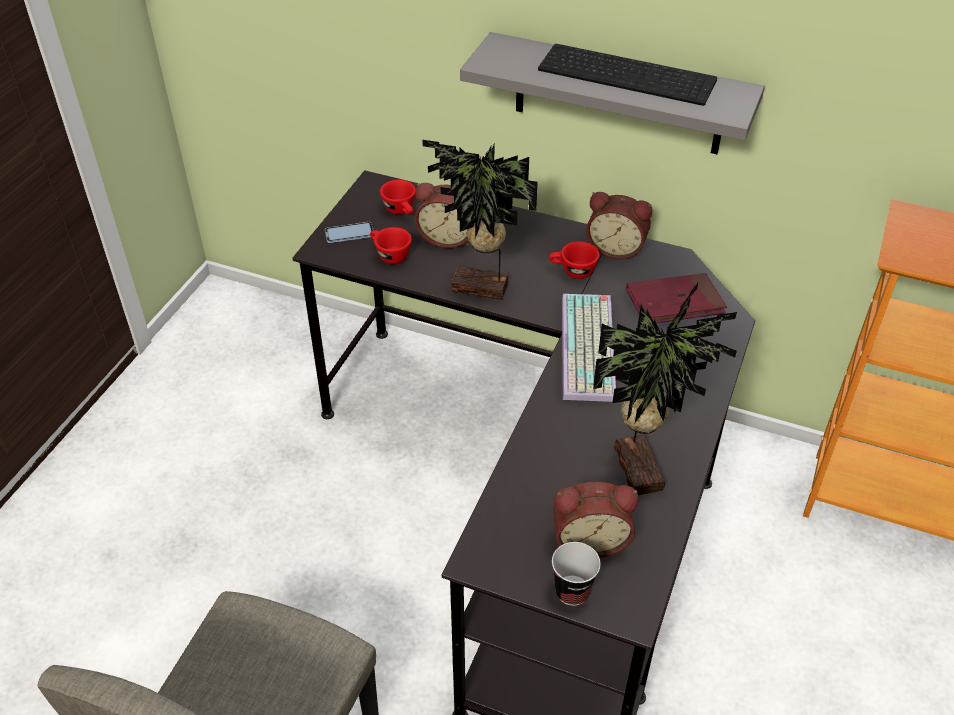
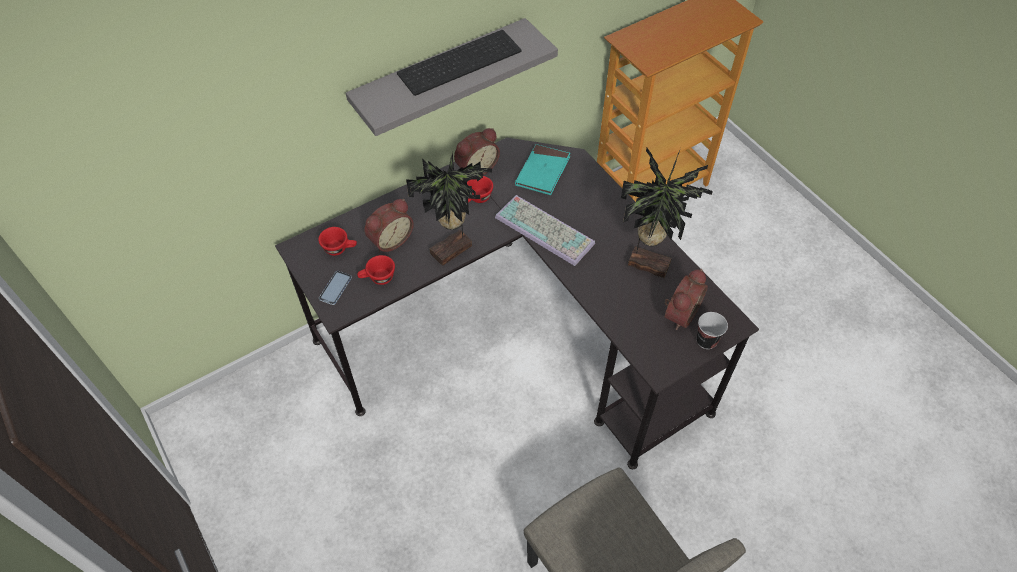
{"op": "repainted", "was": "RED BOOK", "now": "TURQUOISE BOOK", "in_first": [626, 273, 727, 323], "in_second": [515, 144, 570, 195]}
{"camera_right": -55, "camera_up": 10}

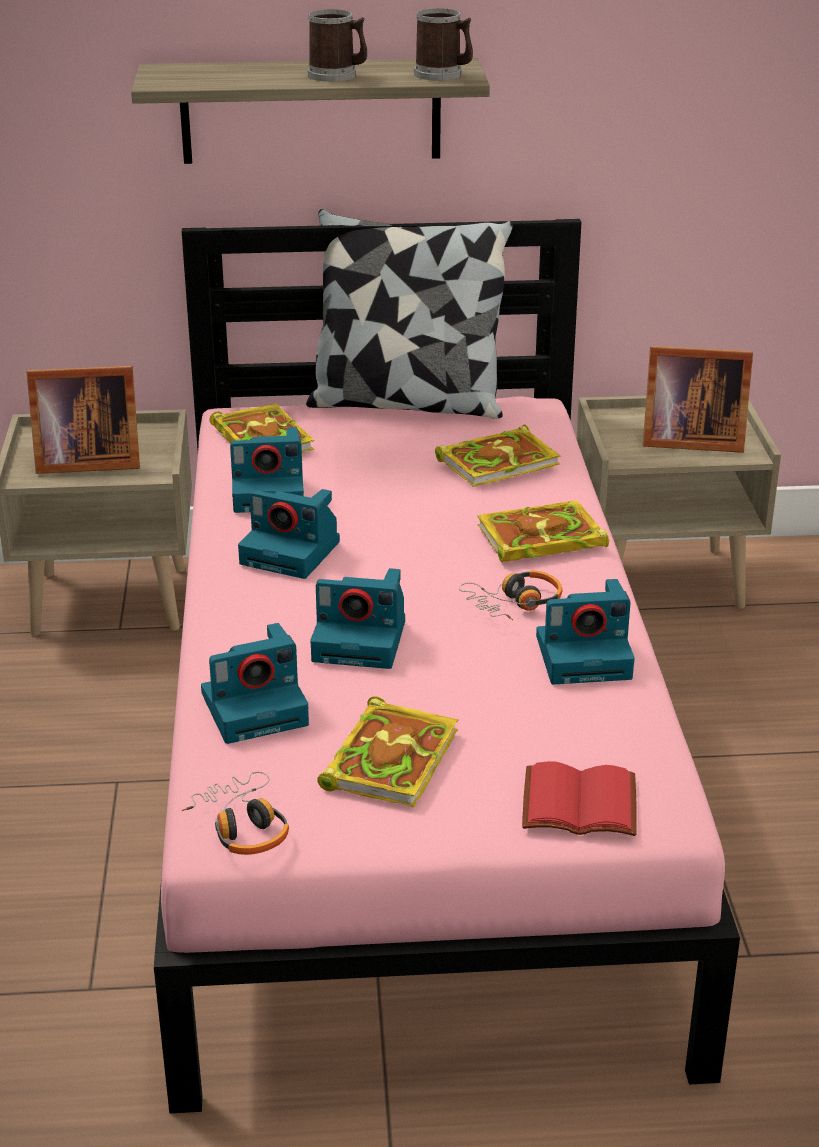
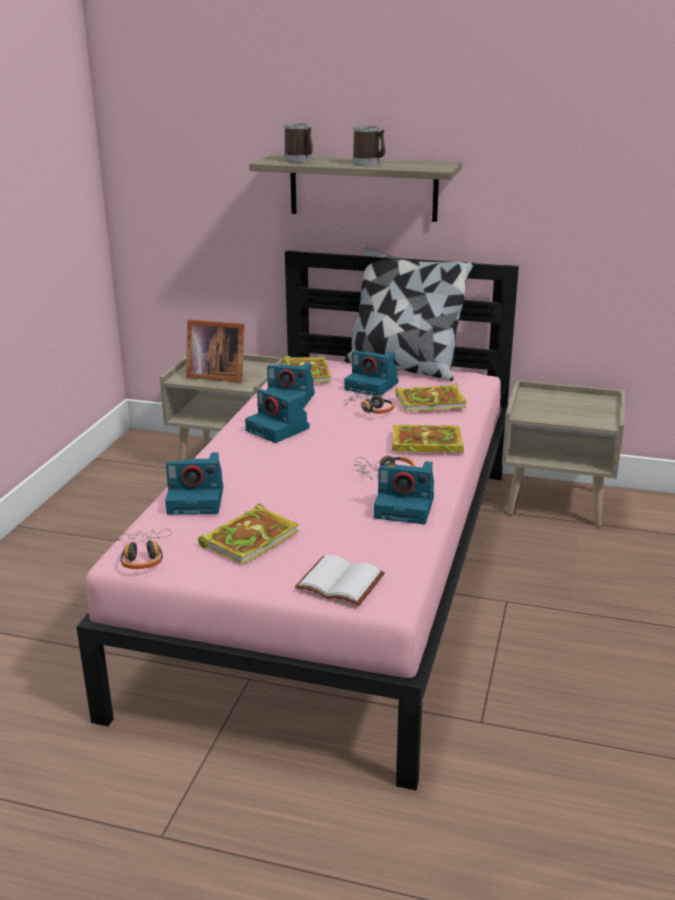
{"op": "shifted", "was": "PHOTO CAMERA", "in_first": [310, 568, 405, 669], "in_second": [345, 351, 398, 396]}
{"op": "shifted", "was": "MUG", "in_first": [414, 8, 473, 81], "in_second": [284, 123, 313, 163]}
{"op": "repainted", "was": "RED BOOK", "now": "WHITE BOOK", "in_first": [522, 761, 637, 836], "in_second": [295, 555, 385, 606]}
{"op": "gone", "was": "PICTURE FRAME", "in_first": [643, 346, 753, 453]}
{"op": "new", "now": "HEADPHONES", "in_second": [344, 391, 395, 414]}
{"camera_right": 20, "camera_up": -5}

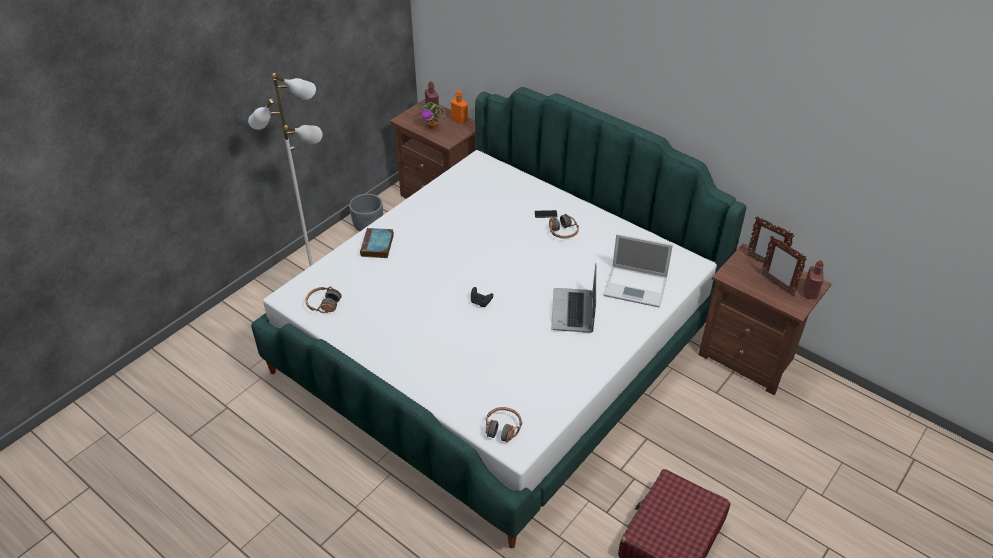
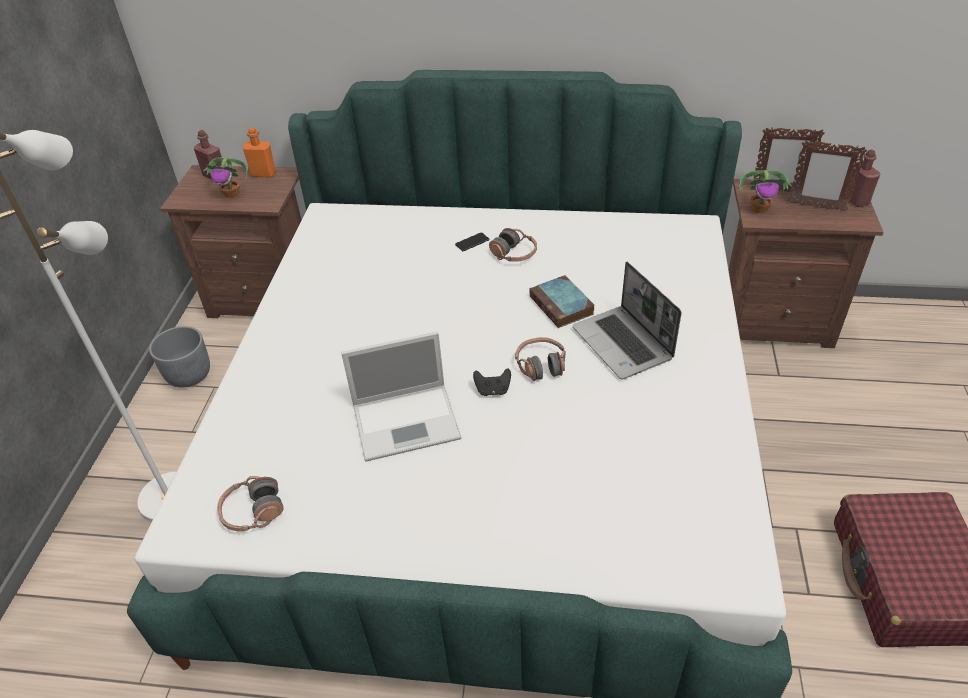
{"op": "shifted", "was": "BOOK", "in_first": [360, 228, 394, 258], "in_second": [529, 275, 594, 328]}
{"op": "shifted", "was": "HEADPHONES", "in_first": [486, 407, 522, 442], "in_second": [515, 337, 566, 381]}
{"op": "shifted", "was": "LAPTOP", "in_first": [604, 234, 673, 308], "in_second": [341, 332, 462, 462]}
{"op": "new", "now": "POTTED PLANT", "in_second": [739, 170, 792, 213]}
{"camera_right": -30, "camera_up": 0}

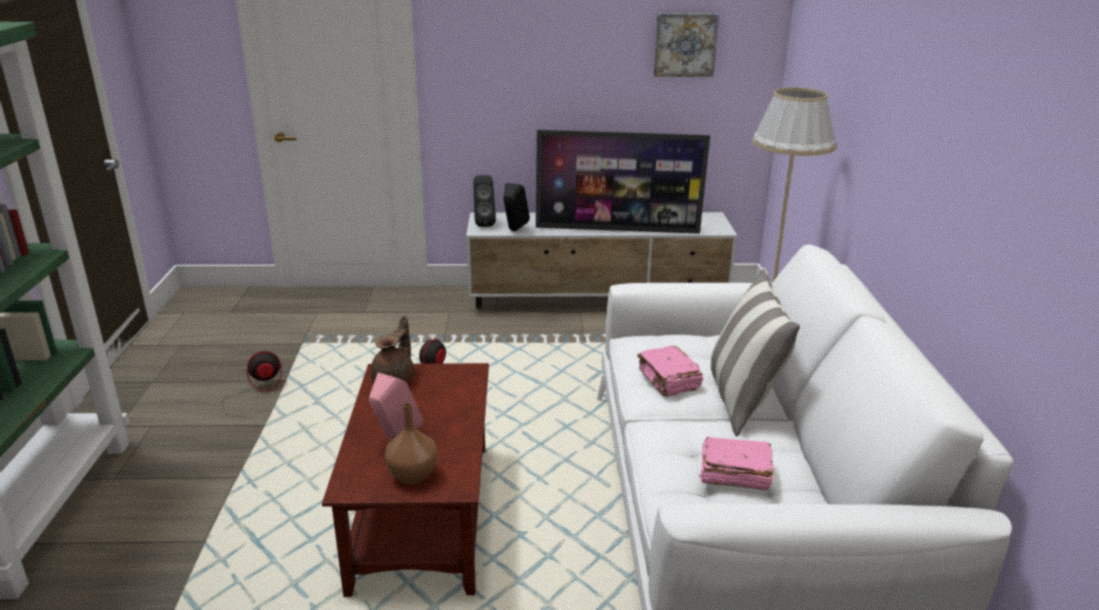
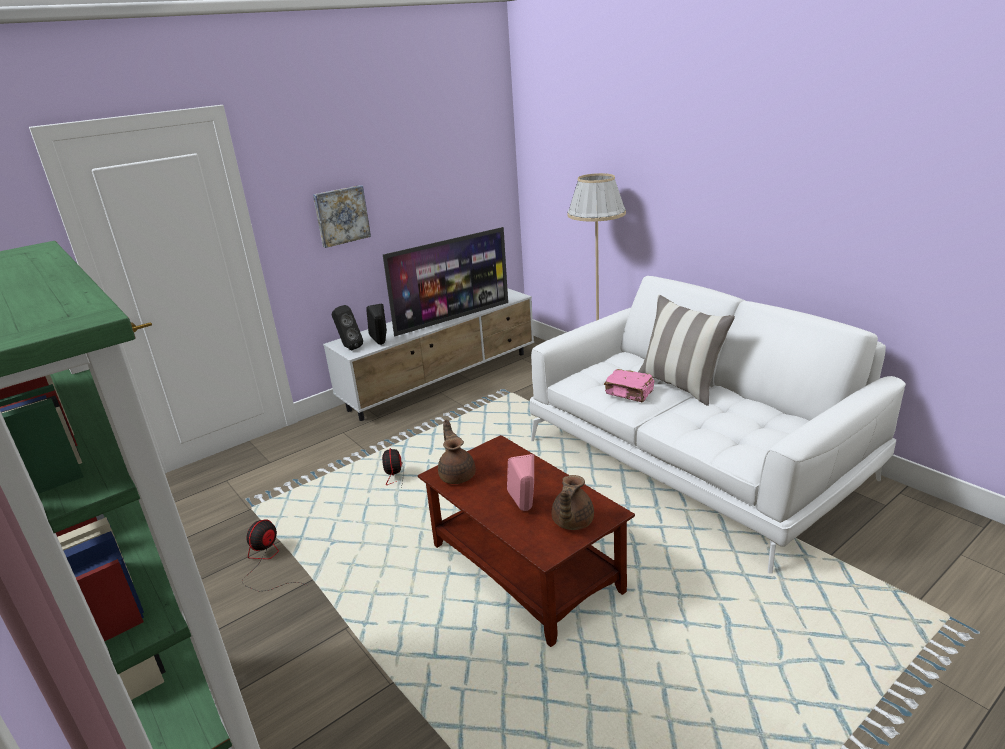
{"op": "swapped", "was": "BROWN VASE", "now": "BROWN TEAPOT", "in_first": [385, 403, 437, 484], "in_second": [551, 475, 594, 530]}
{"op": "shifted", "was": "PICTURE", "in_first": [653, 13, 719, 77], "in_second": [313, 185, 371, 248]}
{"op": "gone", "was": "PINK BOOK", "in_first": [699, 437, 773, 490]}
{"camera_right": -35, "camera_up": 0}

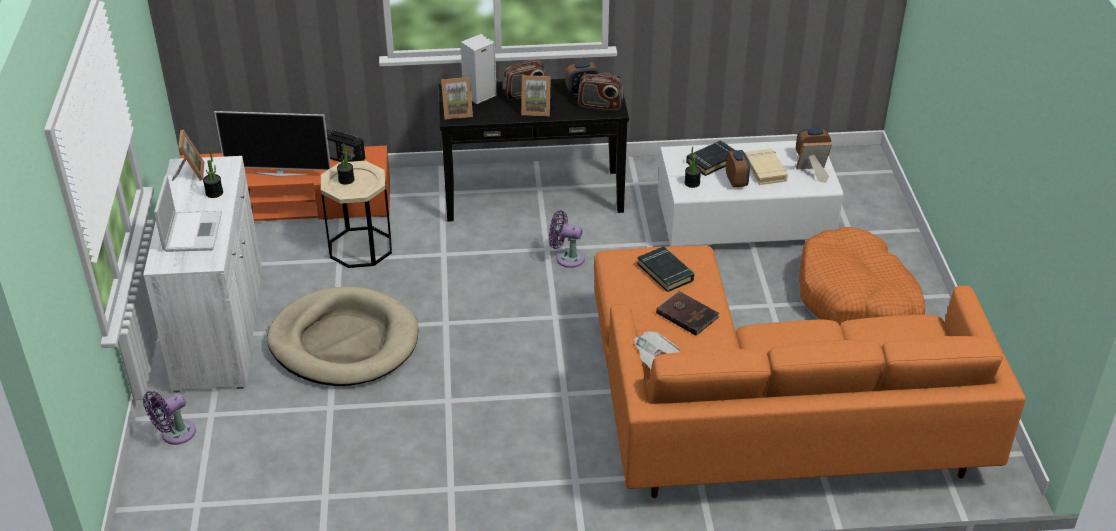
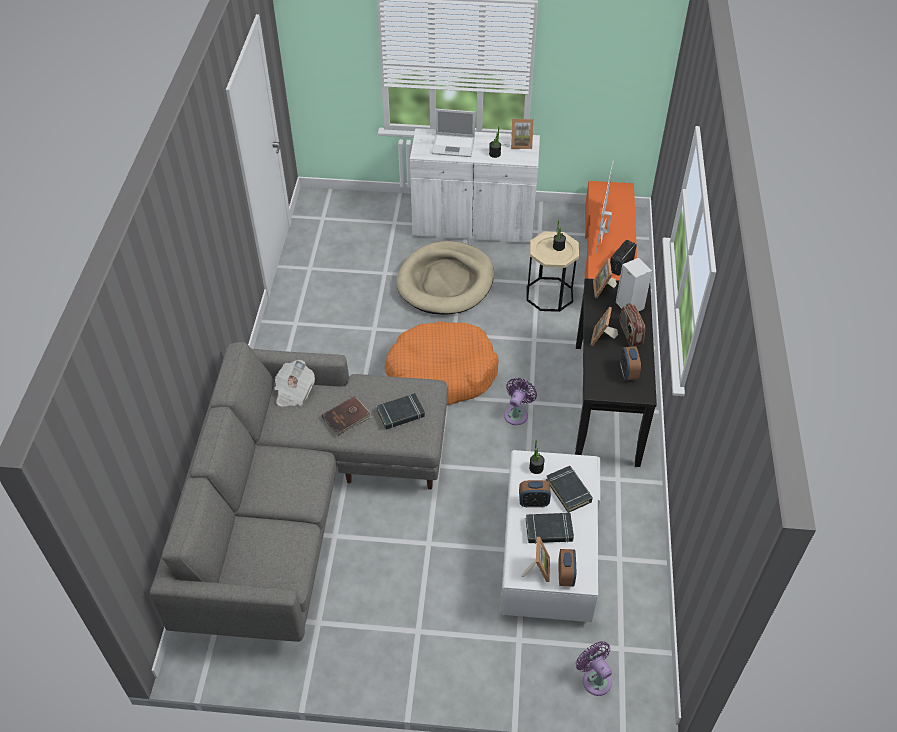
{"op": "shifted", "was": "PURPLE FAN", "in_first": [143, 391, 196, 445], "in_second": [576, 641, 612, 696]}
{"op": "gone", "was": "RADIO", "in_first": [578, 73, 623, 111]}
{"op": "repainted", "was": "ORANGE SOFA", "now": "GREY SOFA", "in_first": [594, 246, 1026, 498], "in_second": [150, 342, 448, 642]}
{"op": "repainted", "was": "BEIGE BOOK", "now": "BLACK BOOK", "in_first": [745, 149, 788, 185], "in_second": [526, 513, 574, 544]}
{"op": "shifted", "was": "ORANGE DOG BED", "in_first": [799, 227, 925, 325], "in_second": [385, 321, 499, 405]}
{"camera_right": 100, "camera_up": 10}

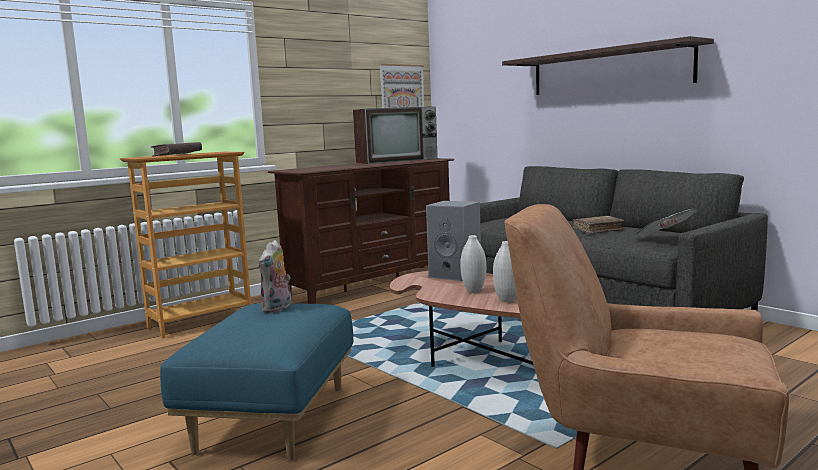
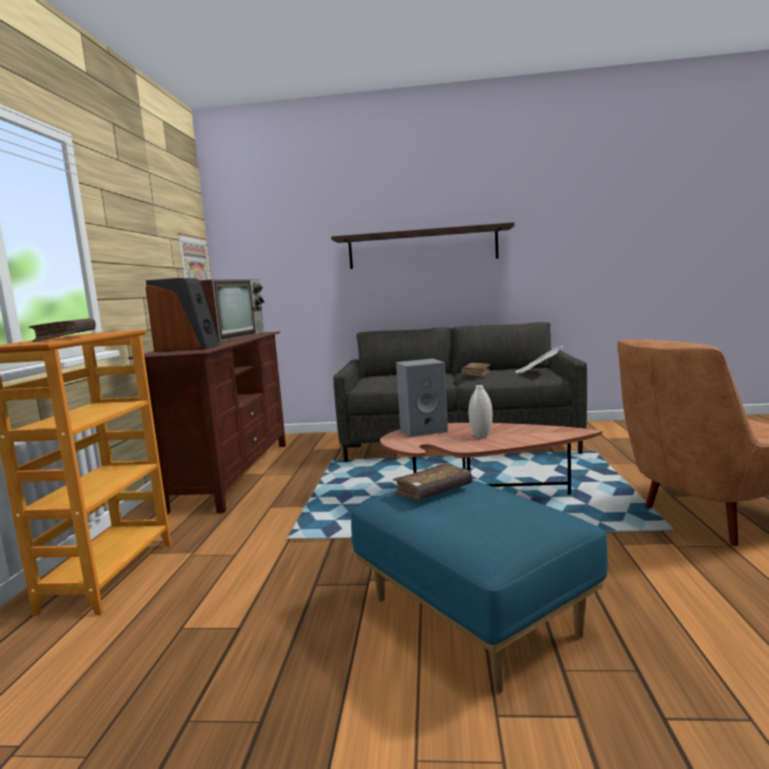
{"op": "swapped", "was": "PLUSH TOY", "now": "BROWN BOOK", "in_first": [259, 240, 291, 313], "in_second": [393, 463, 472, 500]}
{"op": "gone", "was": "WHITE VASE", "in_first": [493, 241, 516, 302]}
{"op": "new", "now": "SPEAKER", "in_second": [146, 278, 220, 352]}
{"camera_right": -45, "camera_up": 0}

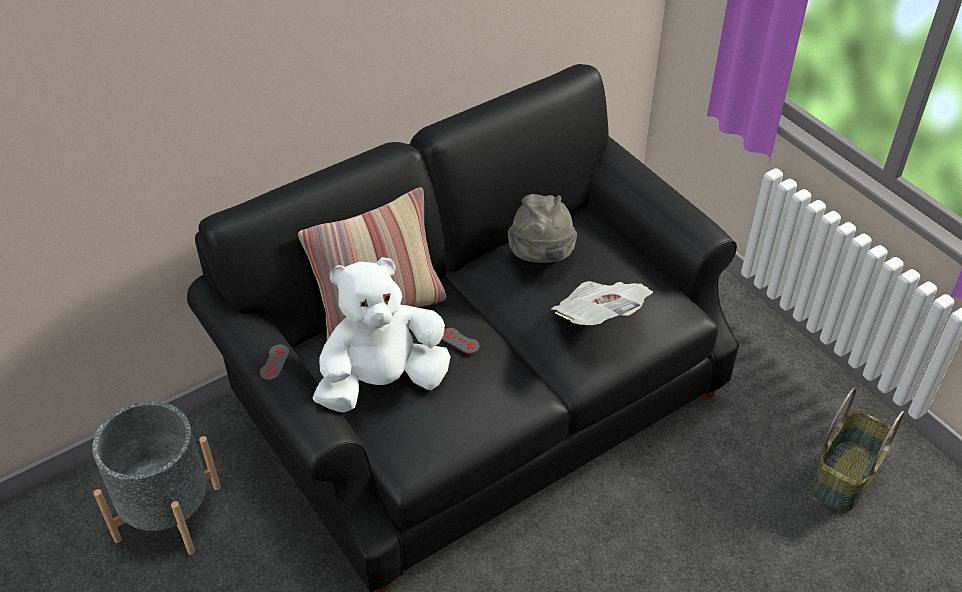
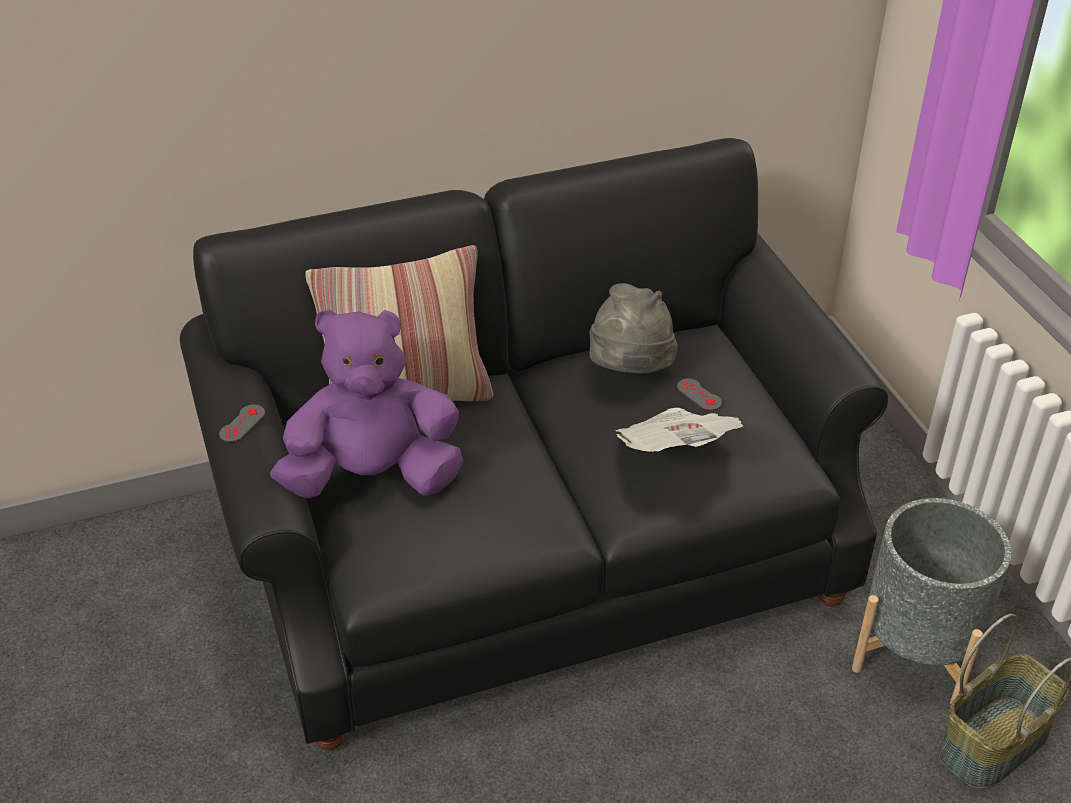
{"op": "shifted", "was": "GREY PLANTER", "in_first": [92, 401, 221, 555], "in_second": [852, 498, 1011, 704]}
{"op": "repainted", "was": "WHITE PLUSH TOY", "now": "PURPLE PLUSH TOY", "in_first": [313, 257, 451, 412], "in_second": [270, 309, 463, 498]}
{"op": "shifted", "was": "GREY GAME CONTROLLER", "in_first": [442, 328, 479, 354], "in_second": [677, 378, 722, 411]}
{"camera_right": 15, "camera_up": -5}

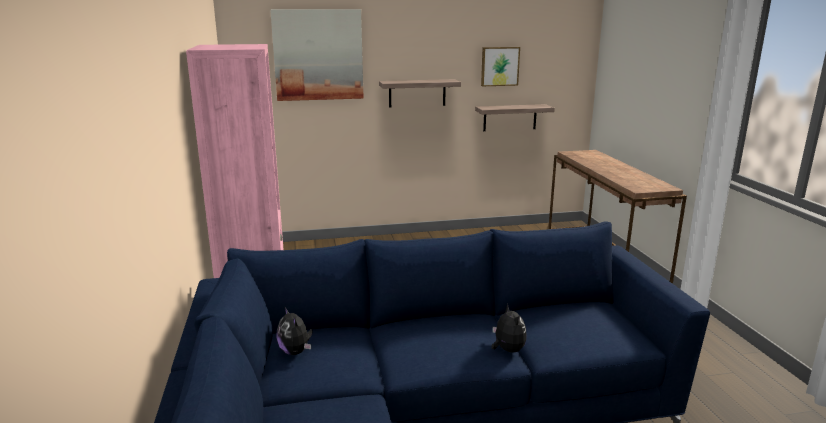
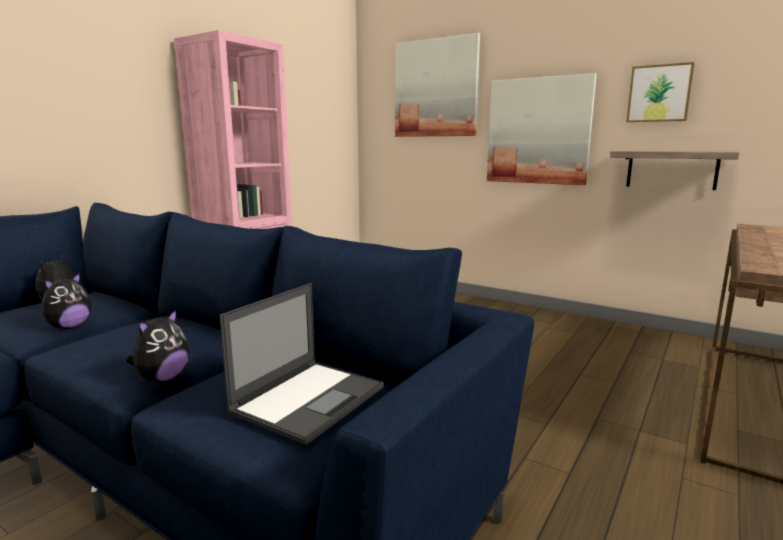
{"op": "swapped", "was": "SHELF", "now": "PICTURE", "in_first": [379, 79, 461, 107], "in_second": [487, 73, 597, 185]}
{"op": "new", "now": "PLUSH TOY", "in_second": [42, 272, 91, 329]}
{"op": "new", "now": "LAPTOP", "in_second": [219, 283, 384, 445]}
{"camera_right": 45, "camera_up": -5}

